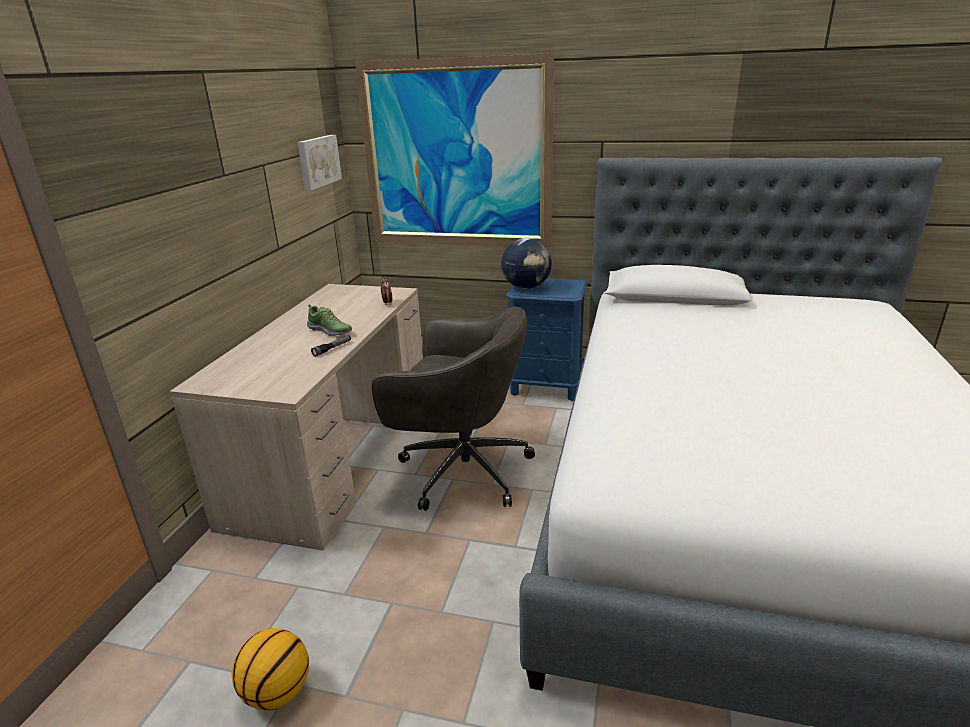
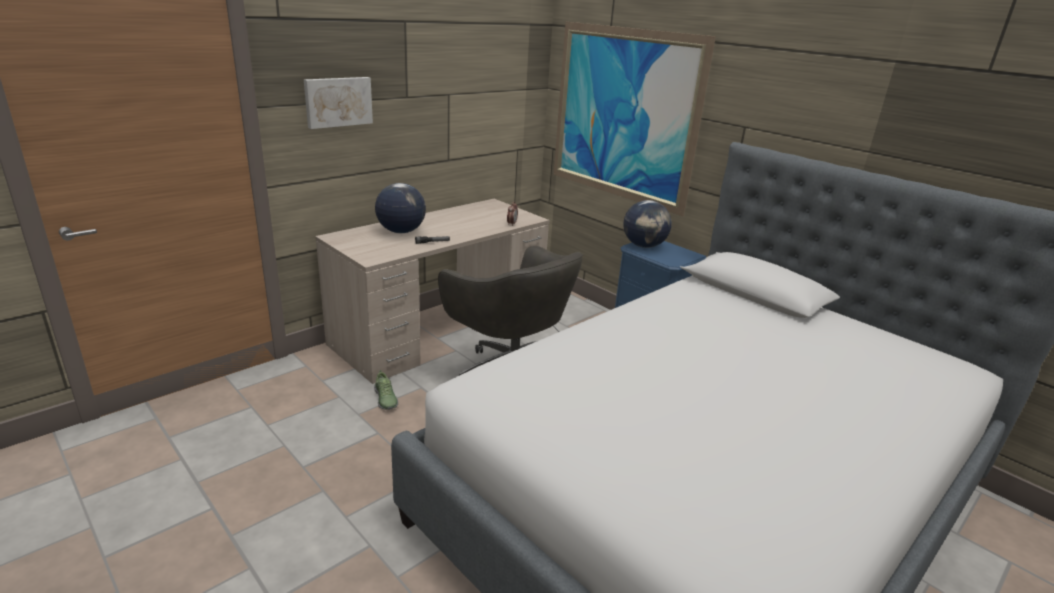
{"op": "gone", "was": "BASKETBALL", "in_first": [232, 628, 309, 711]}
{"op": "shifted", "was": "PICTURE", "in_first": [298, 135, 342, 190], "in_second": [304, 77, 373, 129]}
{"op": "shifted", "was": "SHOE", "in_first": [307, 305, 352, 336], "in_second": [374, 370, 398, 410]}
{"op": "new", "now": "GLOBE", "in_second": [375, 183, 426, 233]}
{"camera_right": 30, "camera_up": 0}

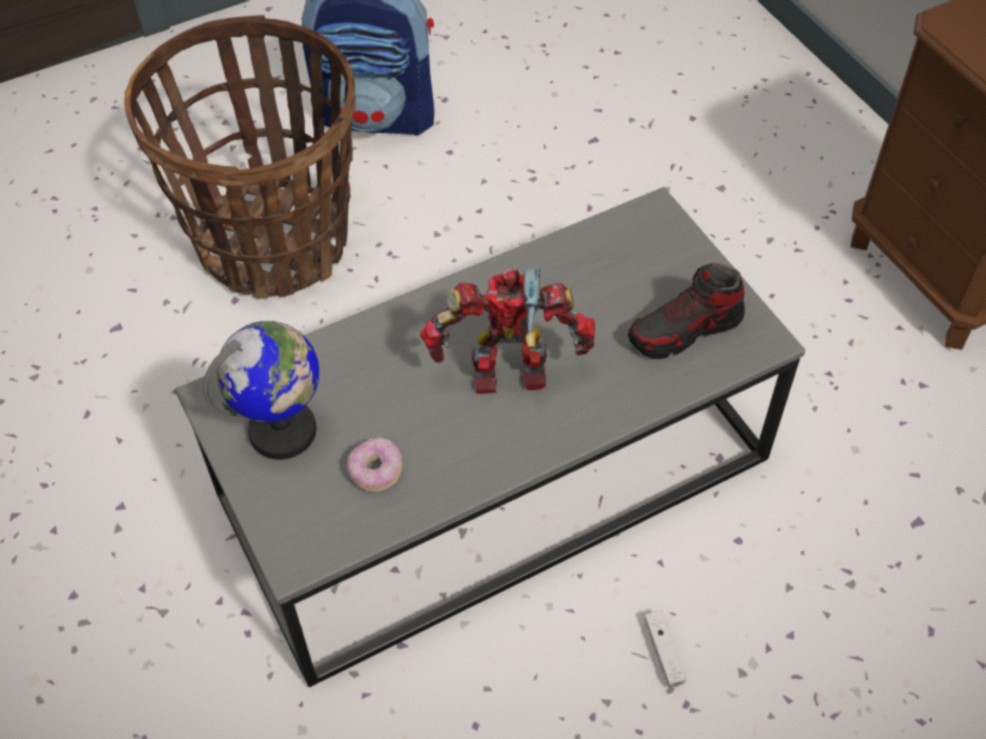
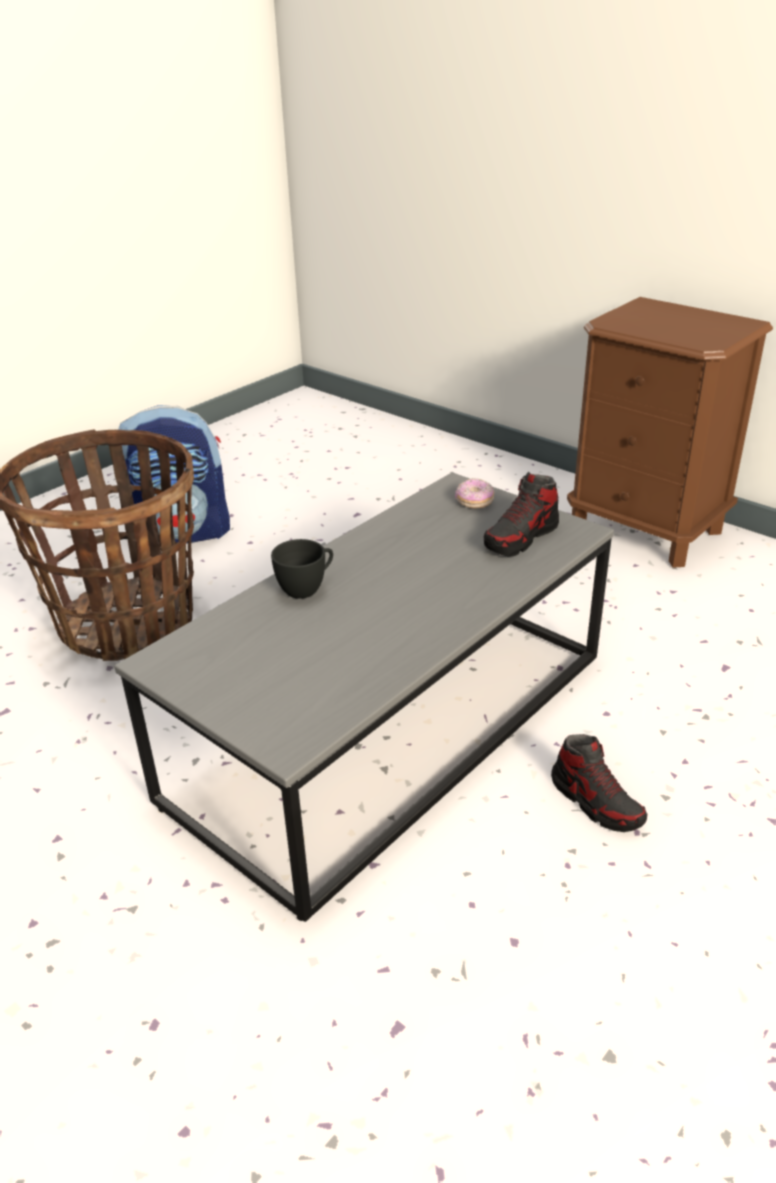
{"op": "gone", "was": "GLOBE", "in_first": [203, 321, 319, 460]}
{"op": "shifted", "was": "DONUT", "in_first": [347, 438, 402, 492], "in_second": [455, 478, 494, 509]}
{"op": "gone", "was": "TOY ROBOT", "in_first": [420, 268, 595, 394]}
{"op": "swapped", "was": "WHITE GAME CONTROLLER", "now": "SHOE", "in_first": [644, 611, 686, 688], "in_second": [551, 734, 647, 832]}
{"op": "new", "now": "BLACK CUP", "in_second": [271, 539, 333, 599]}
{"camera_right": -20, "camera_up": -20}

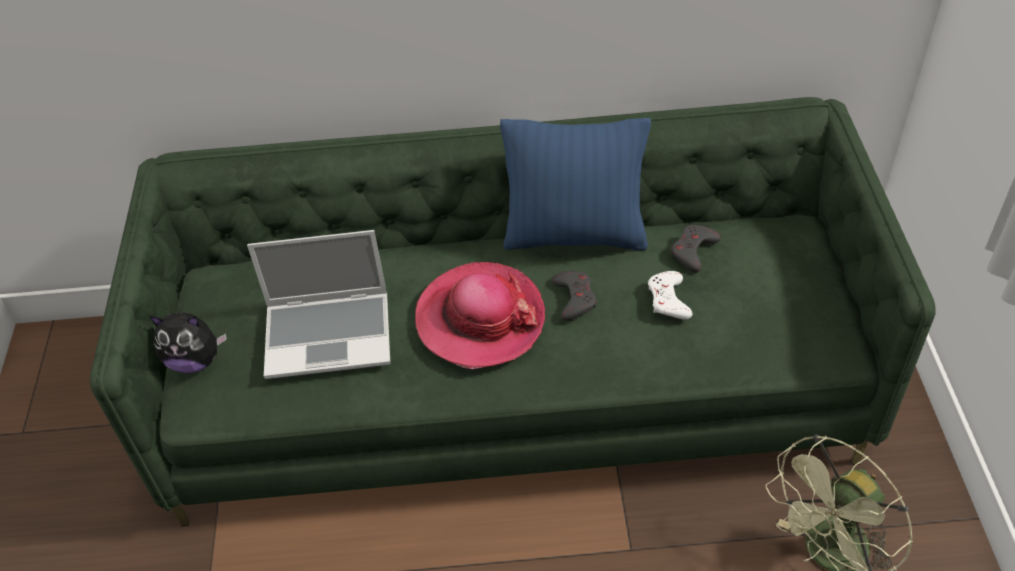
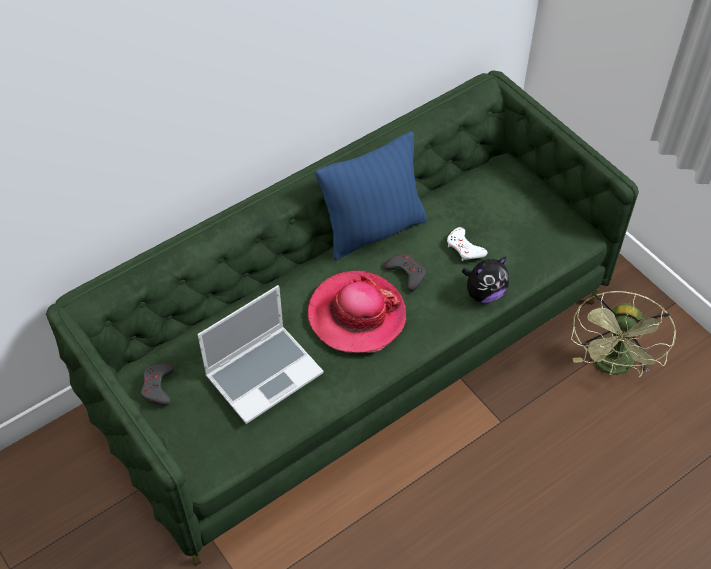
{"op": "shifted", "was": "PLUSH TOY", "in_first": [150, 313, 227, 373], "in_second": [462, 257, 509, 303]}
{"op": "shifted", "was": "GREY GAME CONTROLLER", "in_first": [671, 225, 721, 273], "in_second": [141, 363, 174, 406]}
{"camera_right": -35, "camera_up": 5}

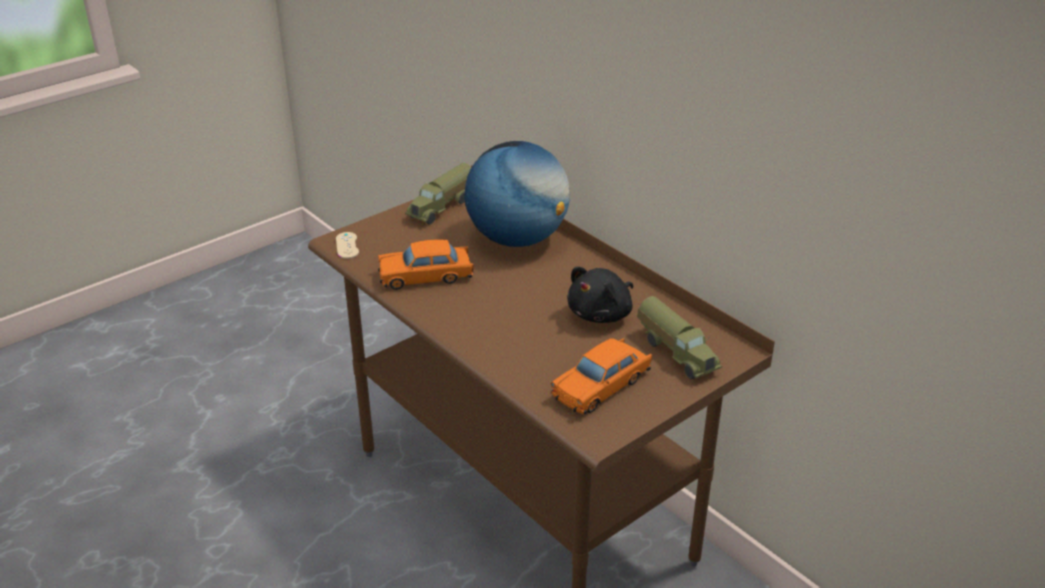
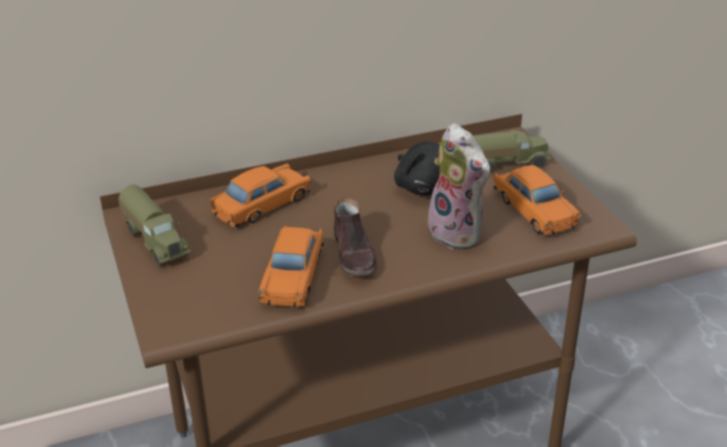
{"op": "gone", "was": "BEIGE GAME CONTROLLER", "in_first": [336, 232, 359, 259]}
{"op": "swapped", "was": "GLOBE", "now": "ORANGE TOY CAR", "in_first": [464, 141, 570, 247], "in_second": [210, 163, 311, 227]}
{"op": "new", "now": "BROWN SHOE", "in_second": [334, 198, 377, 276]}
{"op": "new", "now": "PLUSH TOY", "in_second": [428, 123, 490, 250]}
{"camera_right": -70, "camera_up": 0}

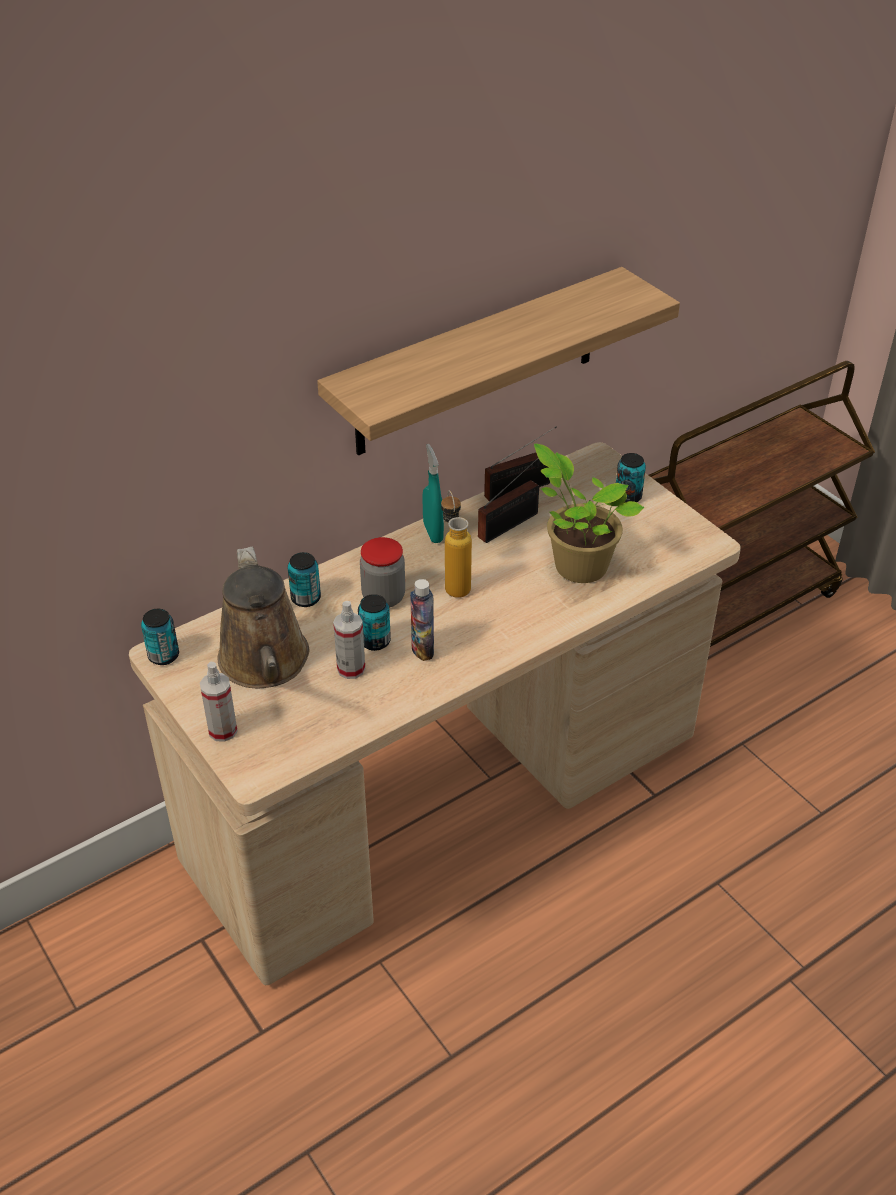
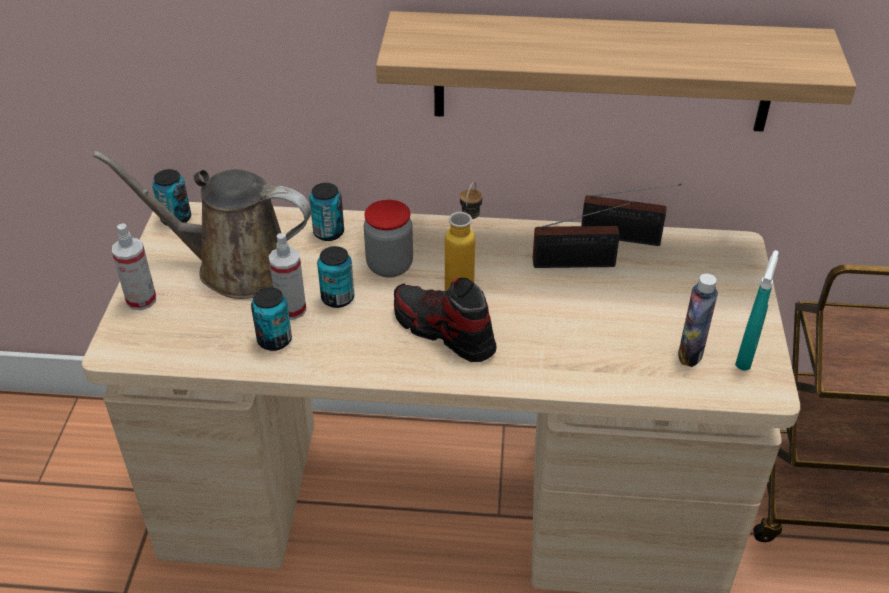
{"op": "rotated", "was": "BROWN WATERING CAN", "in_first": [217, 546, 309, 688], "in_second": [93, 151, 312, 299], "clockwise": 75}
{"op": "shifted", "was": "BOTTLE", "in_first": [410, 579, 434, 661], "in_second": [678, 274, 718, 367]}
{"op": "shifted", "was": "TURQUOISE SPRAY BOTTLE", "in_first": [422, 444, 444, 543], "in_second": [735, 250, 779, 371]}
{"op": "gone", "was": "POTTED PLANT", "in_first": [534, 444, 644, 583]}
{"op": "shifted", "was": "CAN", "in_first": [616, 453, 646, 503], "in_second": [251, 287, 292, 351]}
{"op": "new", "now": "SHOE", "in_second": [394, 278, 497, 362]}
{"camera_right": 40, "camera_up": 0}

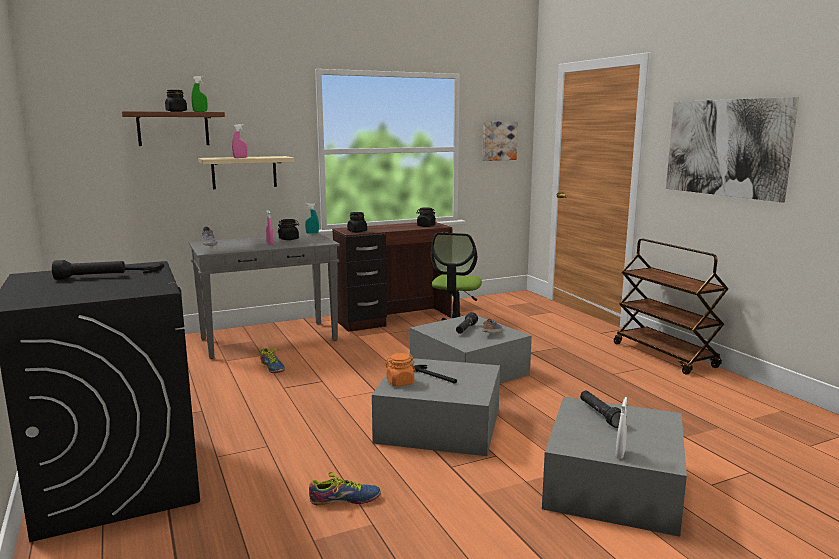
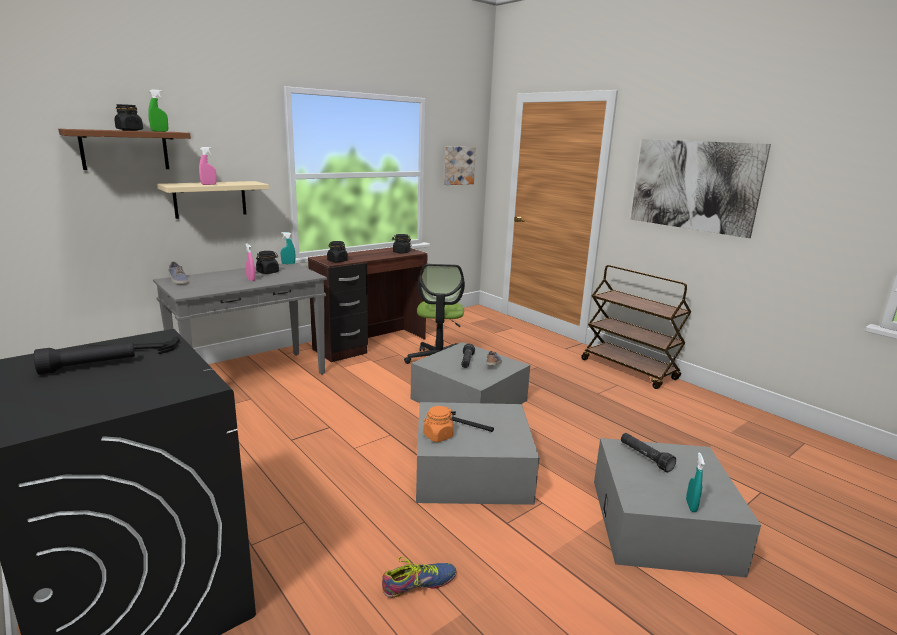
{"op": "gone", "was": "SHOE", "in_first": [257, 348, 285, 373]}
{"op": "repainted", "was": "WHITE SPRAY BOTTLE", "now": "TURQUOISE SPRAY BOTTLE", "in_first": [615, 397, 627, 459], "in_second": [686, 452, 705, 512]}
{"camera_right": -15, "camera_up": 5}

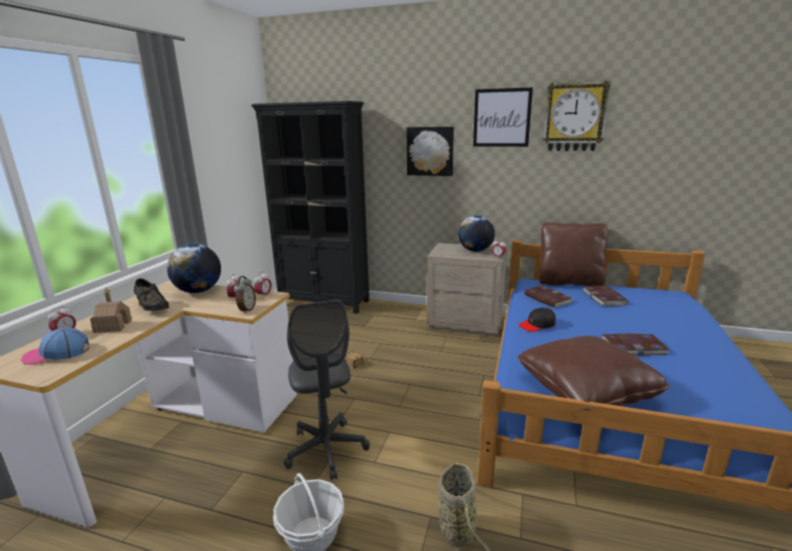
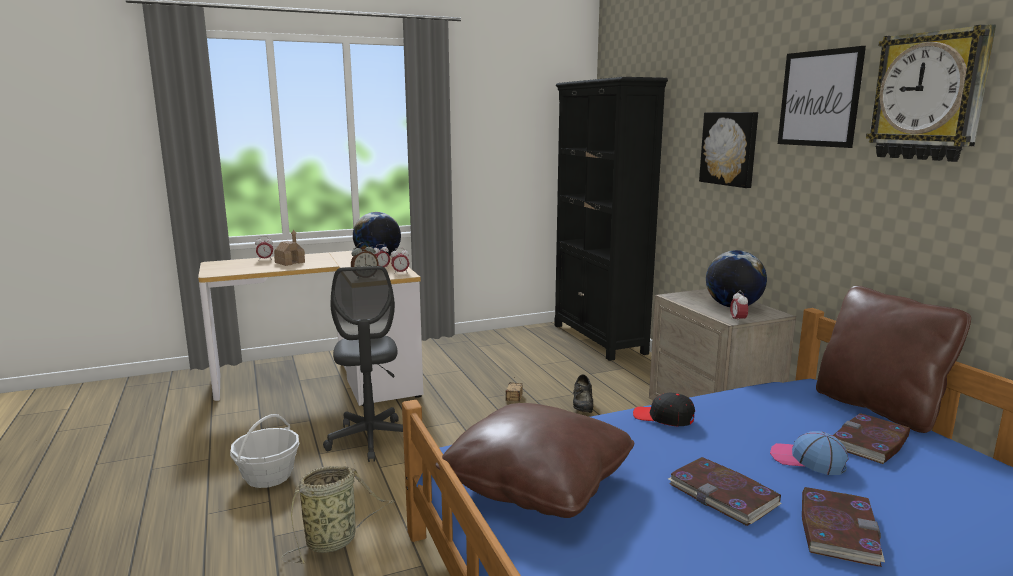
{"op": "shifted", "was": "CAP", "in_first": [20, 328, 89, 365], "in_second": [770, 431, 849, 475]}
{"op": "shifted", "was": "BLACK SHOE", "in_first": [134, 278, 169, 311], "in_second": [573, 374, 593, 413]}
{"op": "rotated", "was": "GREY OFFICE CHAIR", "in_first": [284, 300, 370, 481], "in_second": [323, 266, 403, 462], "clockwise": -45}
{"op": "shifted", "was": "BOOK", "in_first": [524, 285, 572, 308], "in_second": [802, 487, 885, 567]}
{"camera_right": 50, "camera_up": -5}

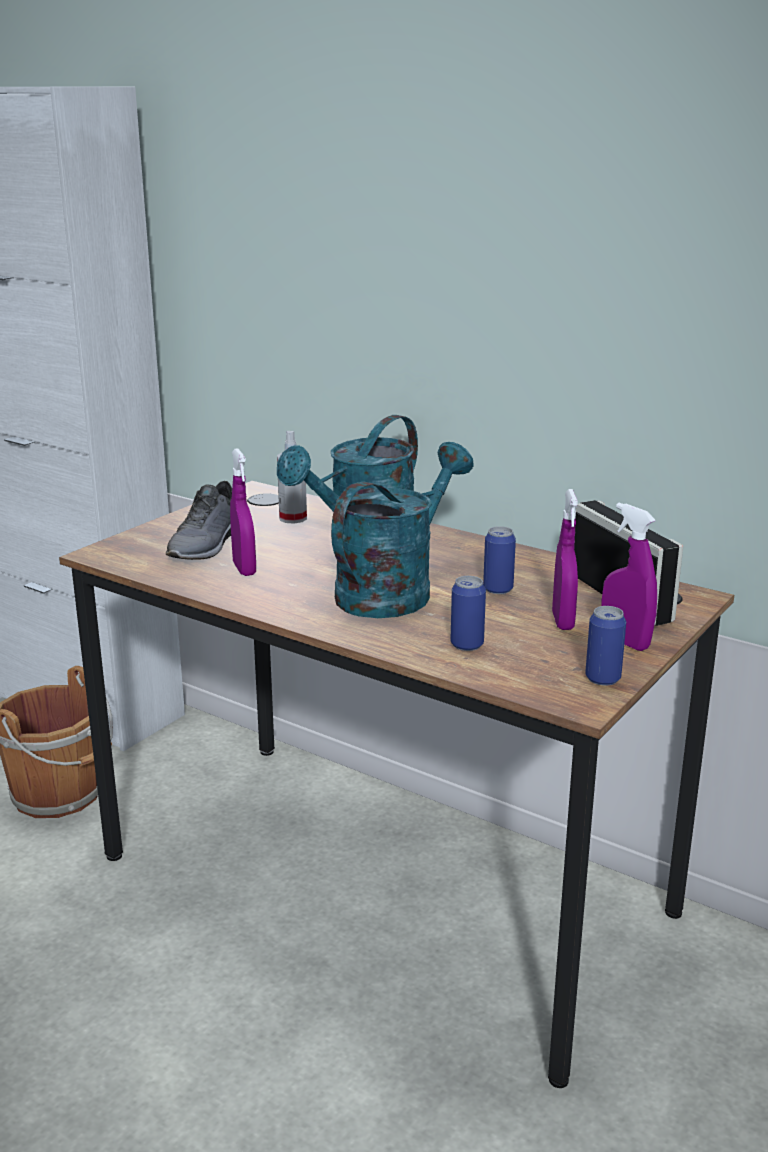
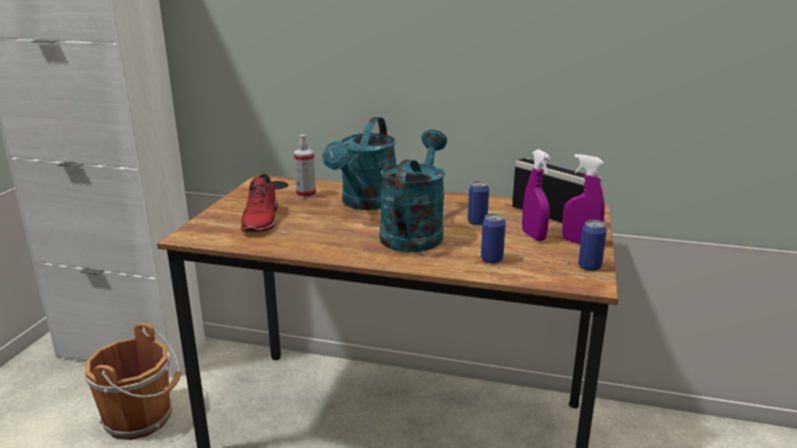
{"op": "repainted", "was": "GREY SHOE", "now": "RED SHOE", "in_first": [166, 481, 232, 560], "in_second": [241, 174, 278, 232]}
{"op": "gone", "was": "PURPLE SPRAY BOTTLE", "in_first": [230, 448, 256, 576]}
{"camera_right": -20, "camera_up": 0}

